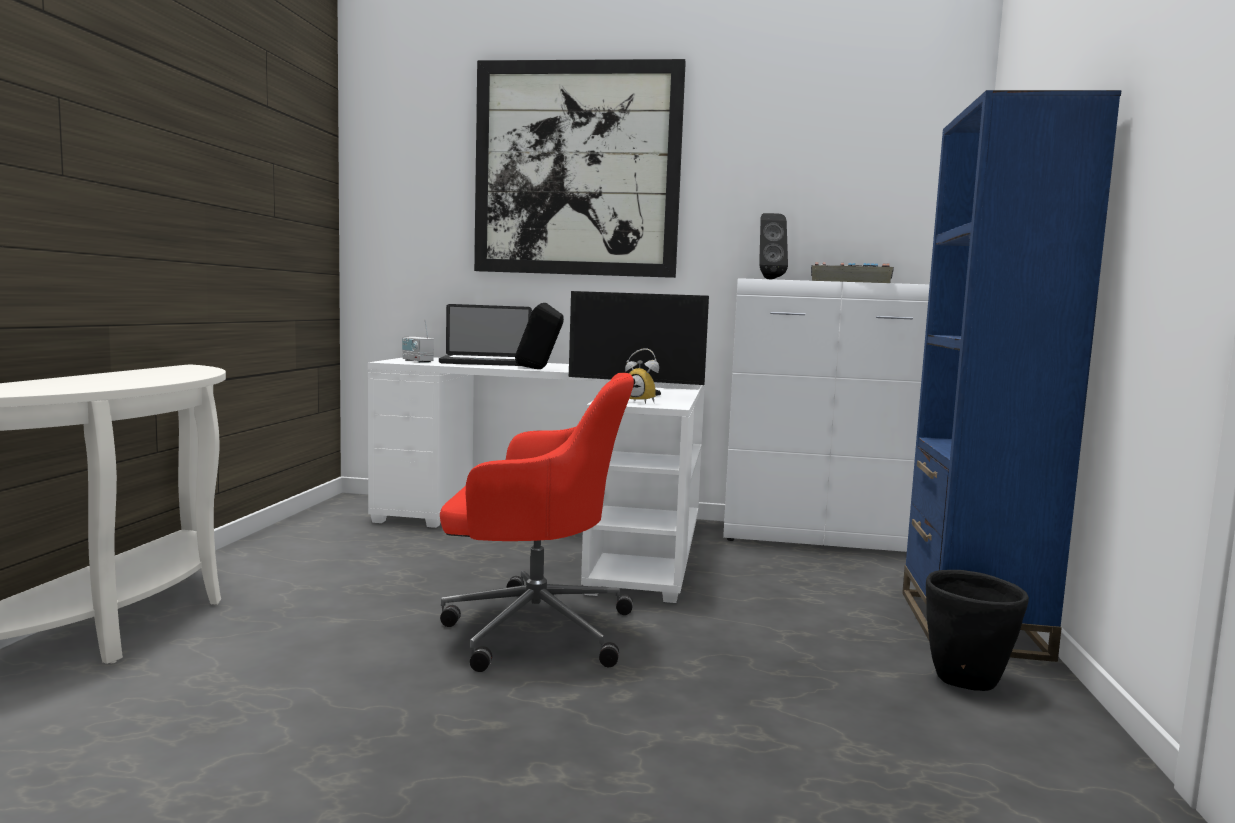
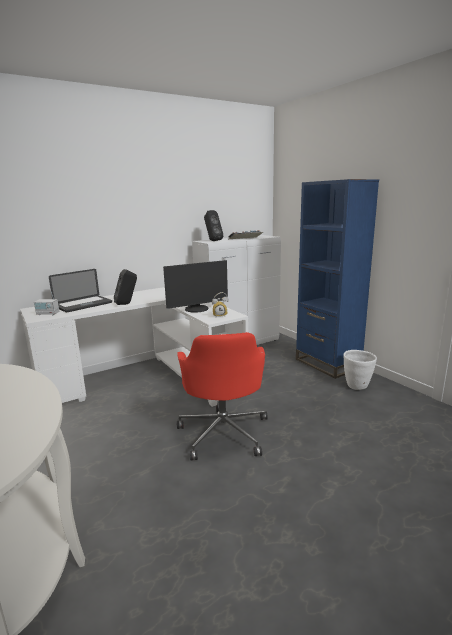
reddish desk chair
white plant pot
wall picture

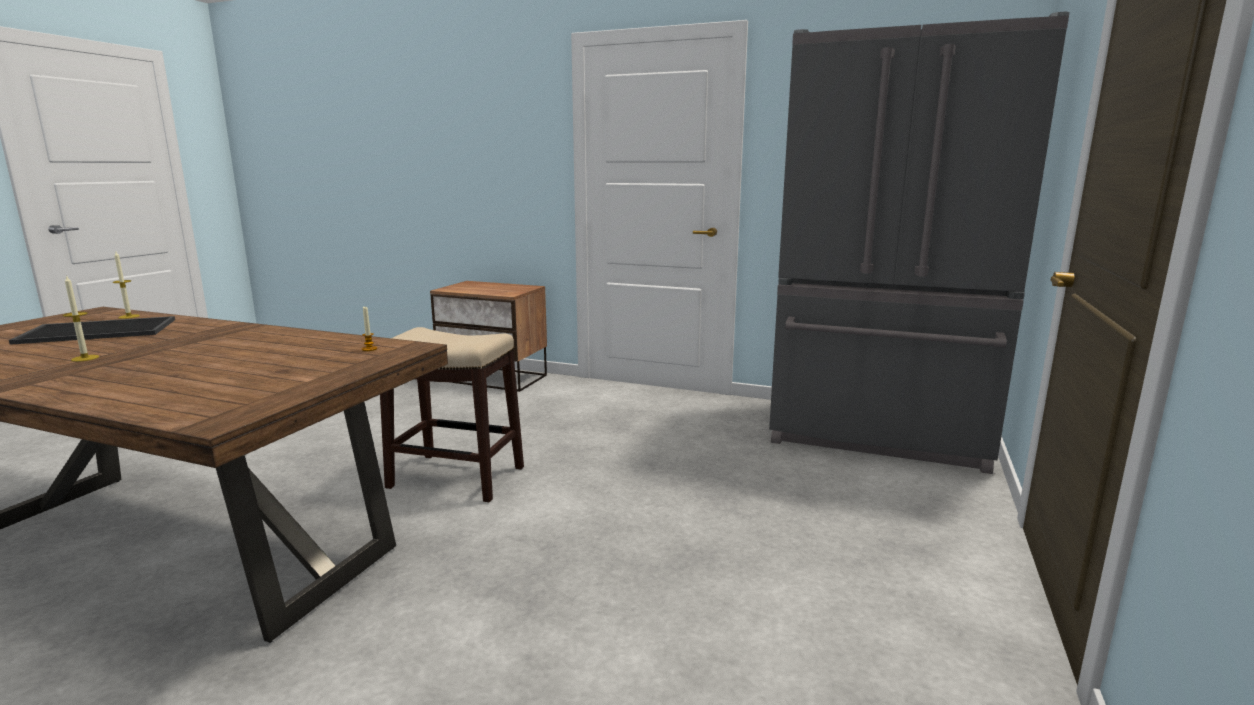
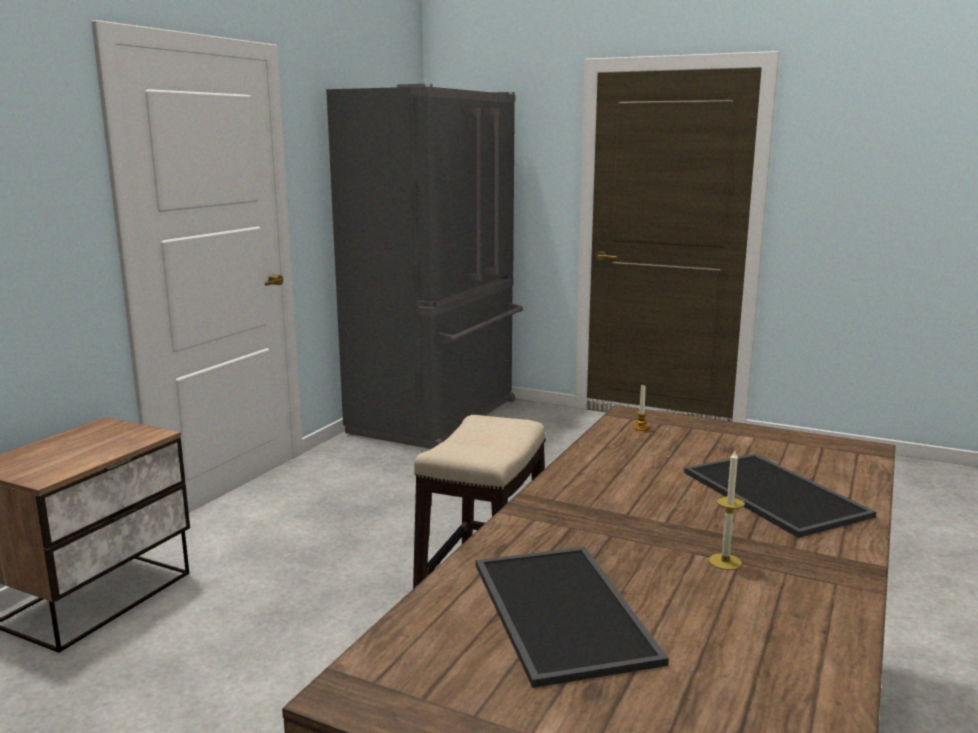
tray (no. 2 from left)
candle (no. 2 from left in the first image)

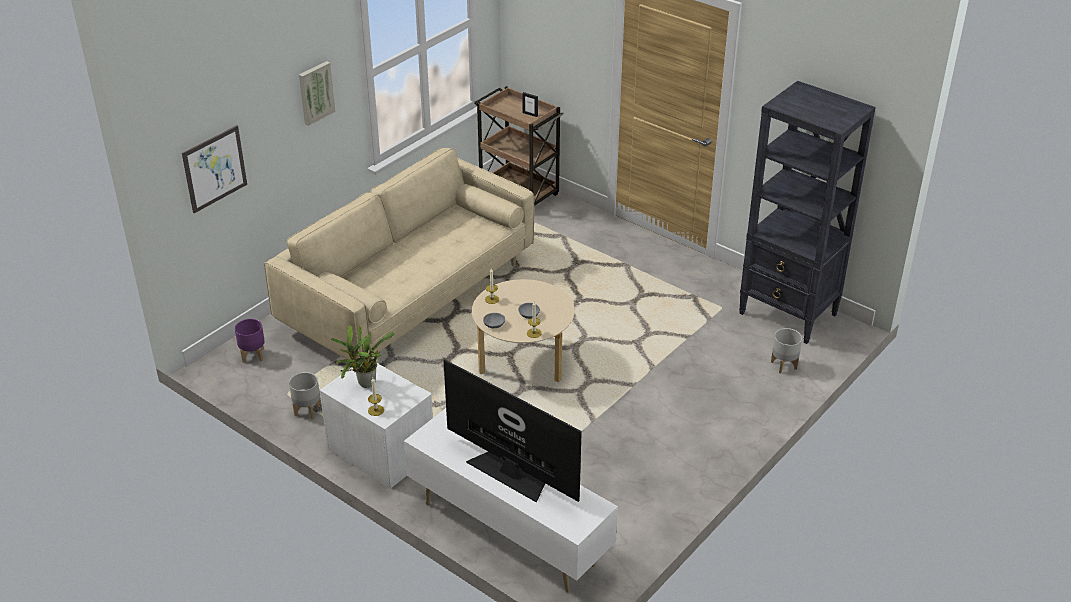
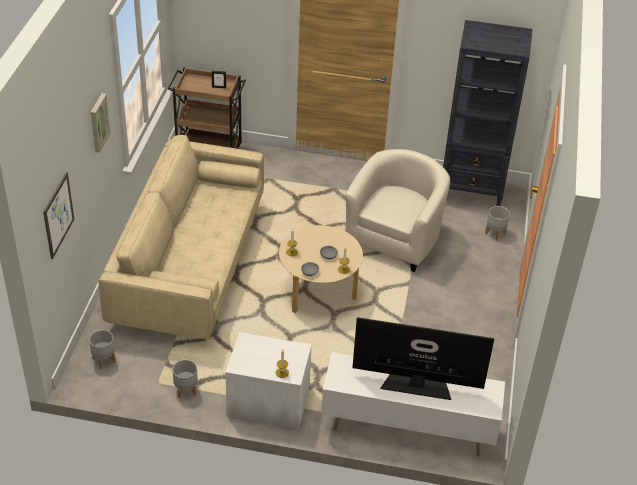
gray plant pot (no. 1 from left)
beige armchair
plant in a pot

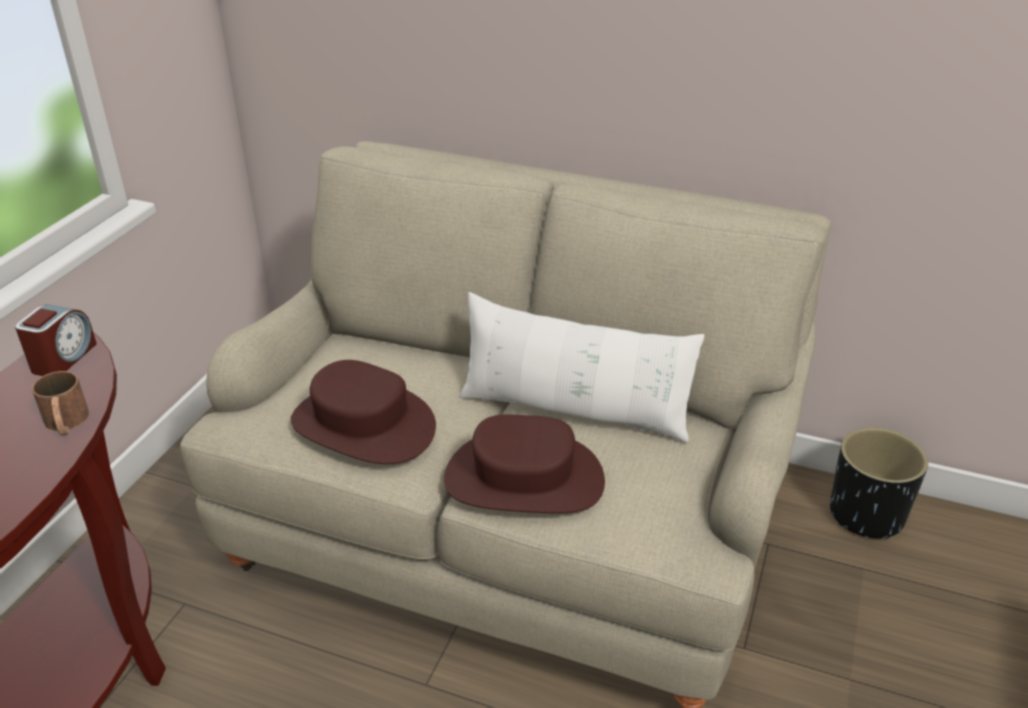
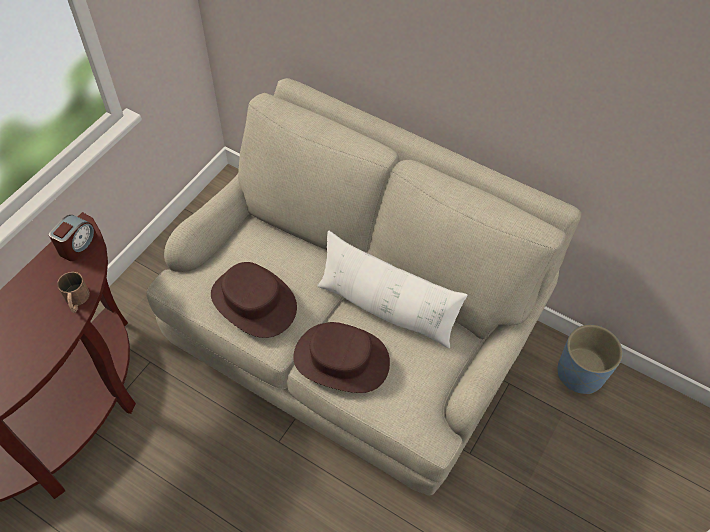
blue plant pot

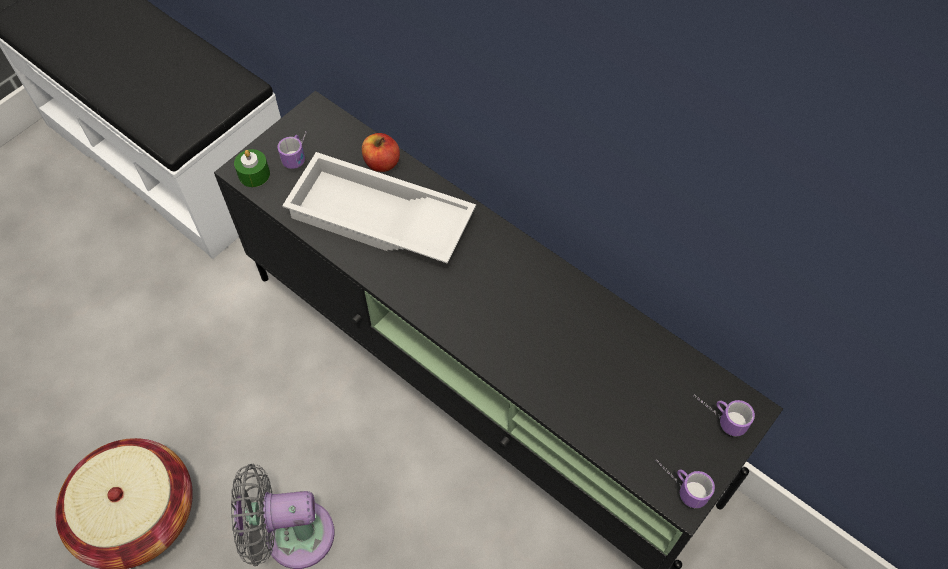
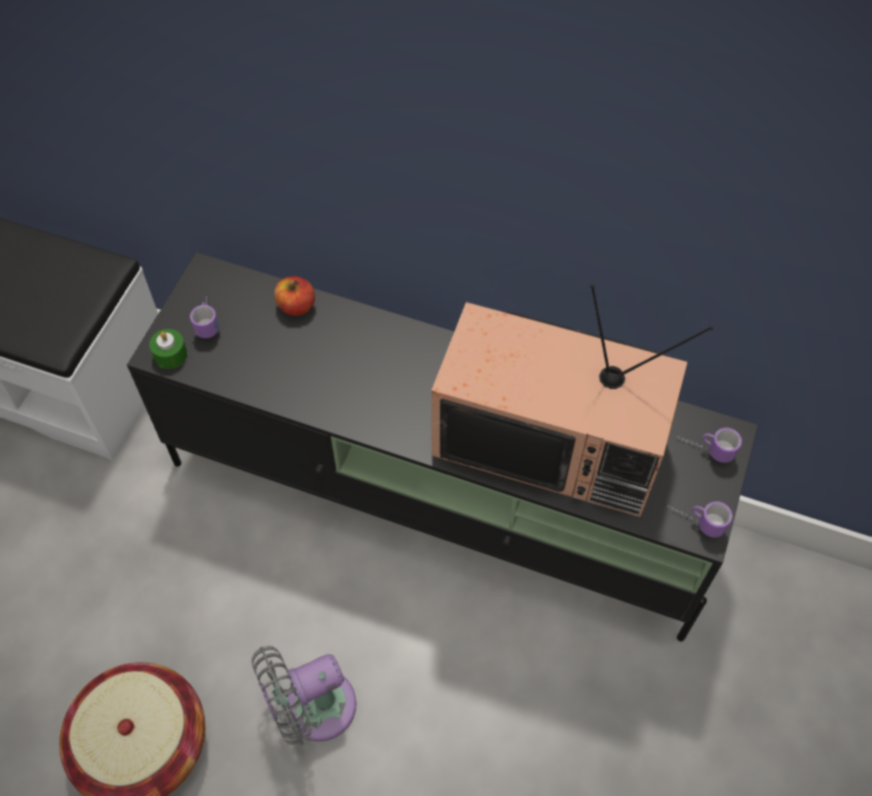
TV set
white tray

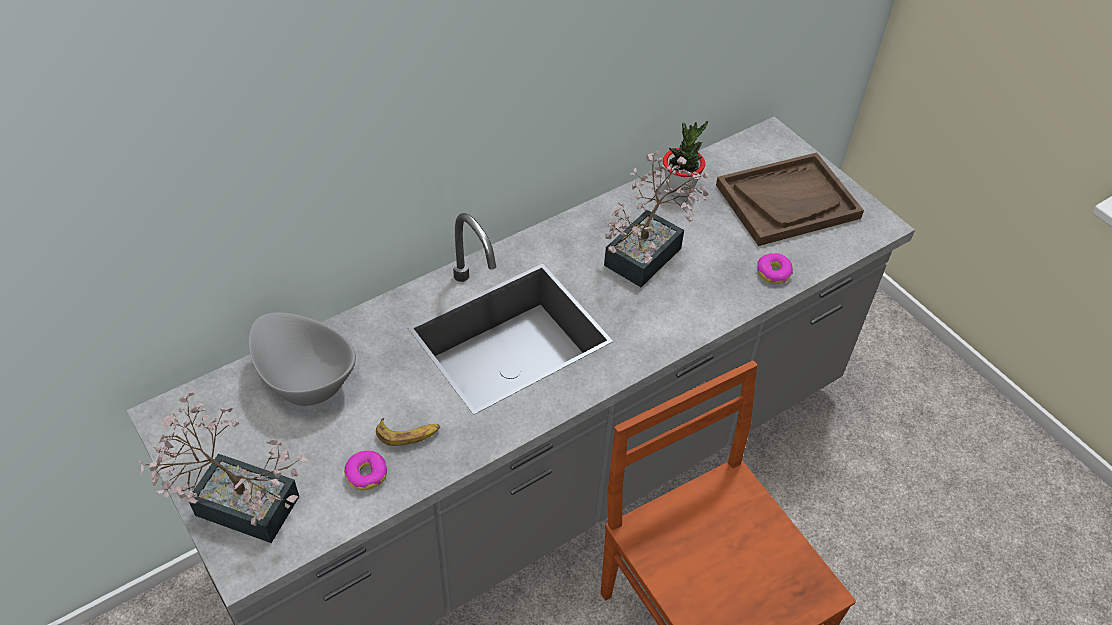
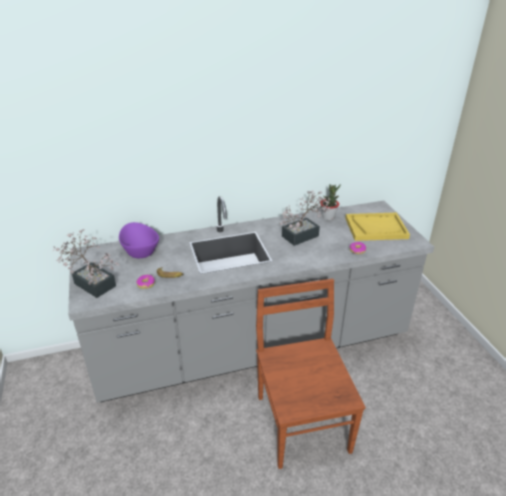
purplish serving bowl
yellow tray

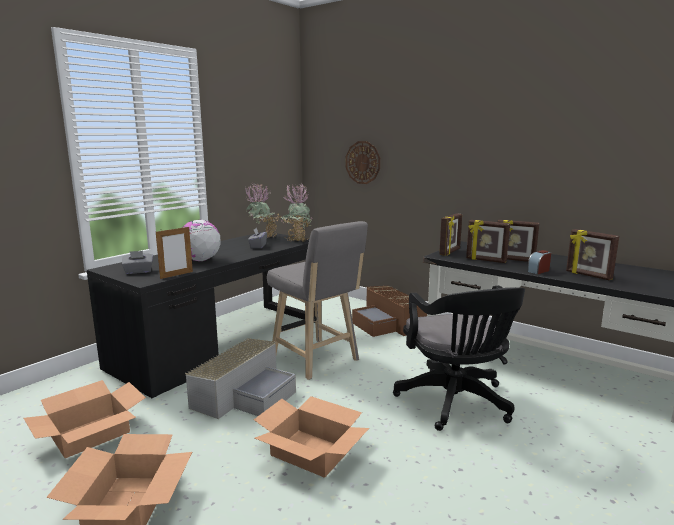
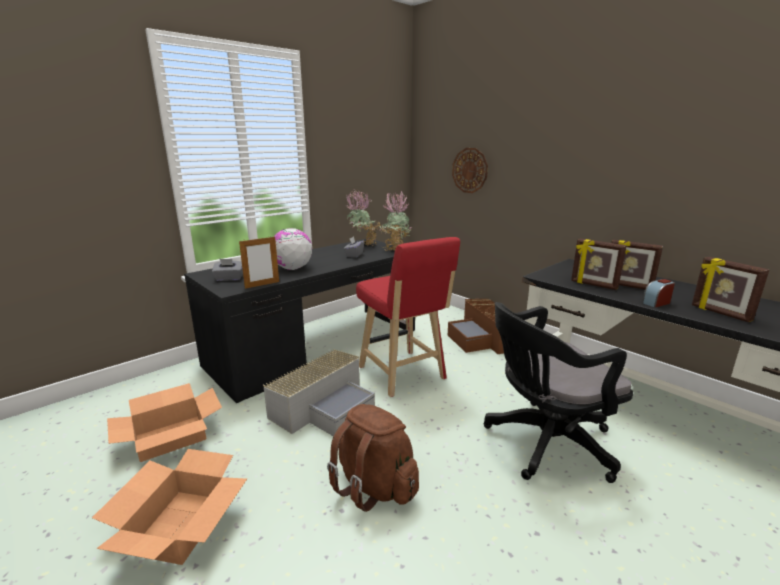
brown-coloured knapsack
reddish stool seat
black-coloured desk chair
photo frame (no. 2 from left in the first image)

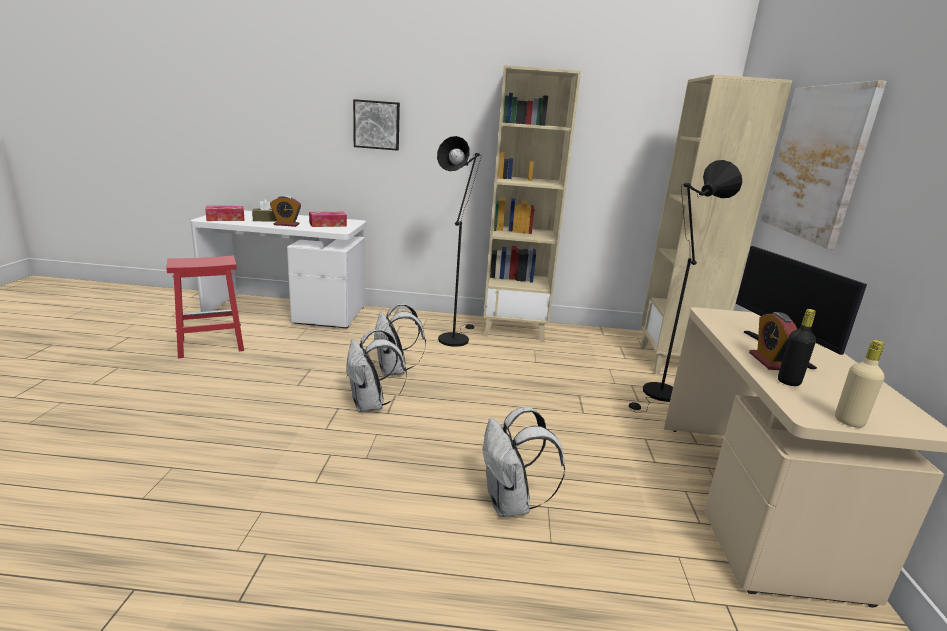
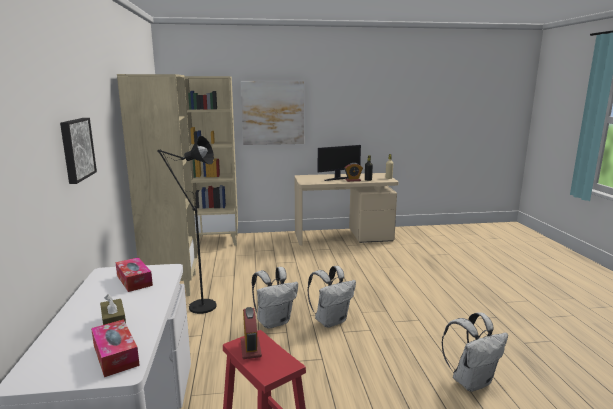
table clock (no. 1 from left)
white knapsack (no. 3 from left)
black-coloured floor lamp (no. 2 from left in the first image)

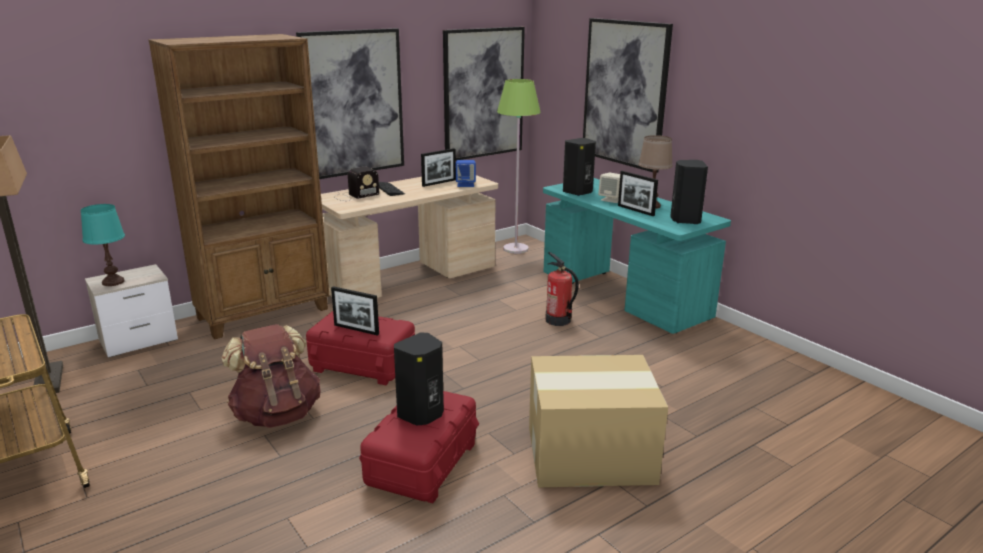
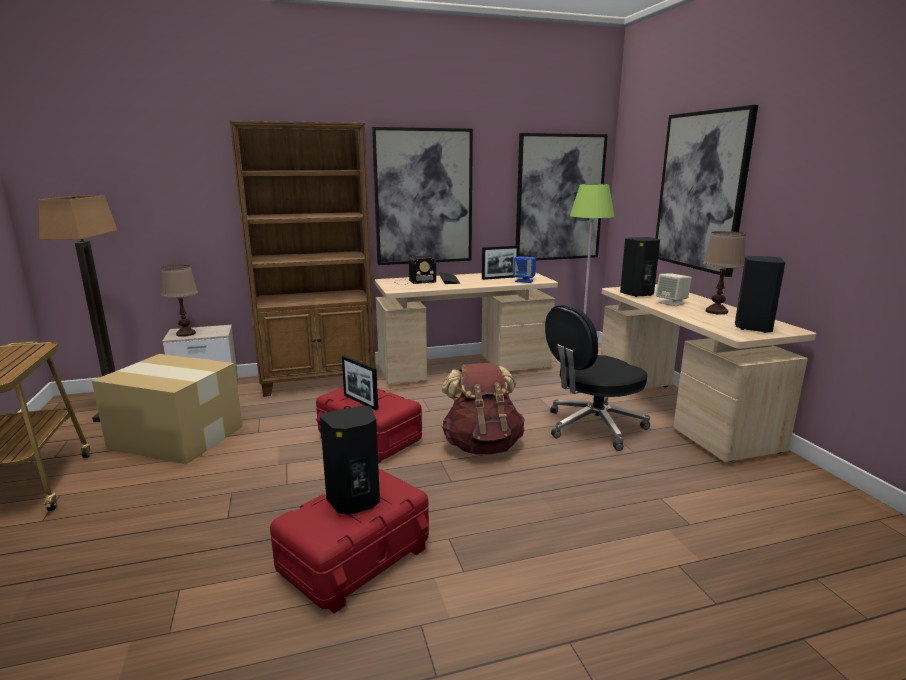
packing box
brown-coloured lamp for a table (no. 1 from left)
brown-coloured knapsack
black-coloured desk chair
beige desk (no. 2 from left)
photo frame (no. 3 from left in the first image)

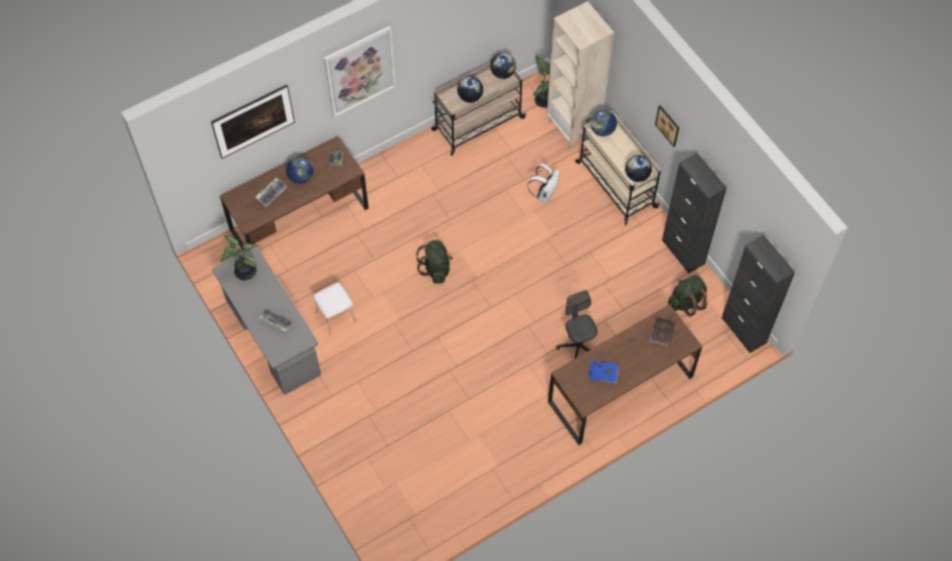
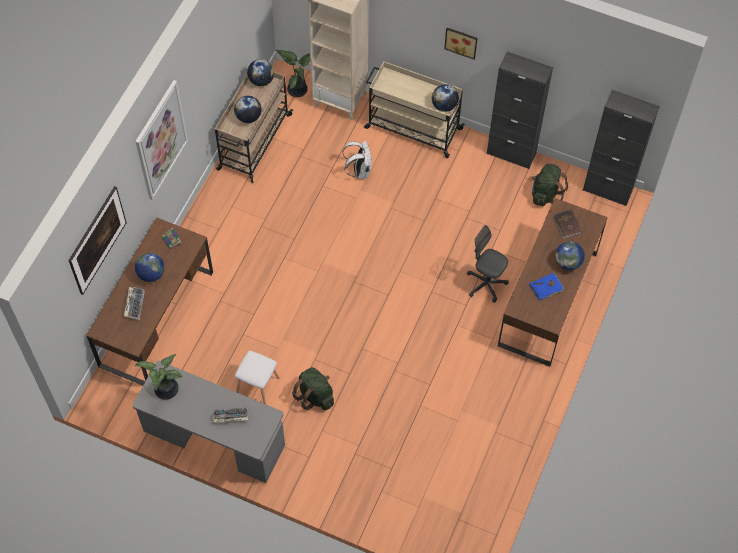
green-coloured knapsack (no. 1 from left)
globe (no. 5 from left)

